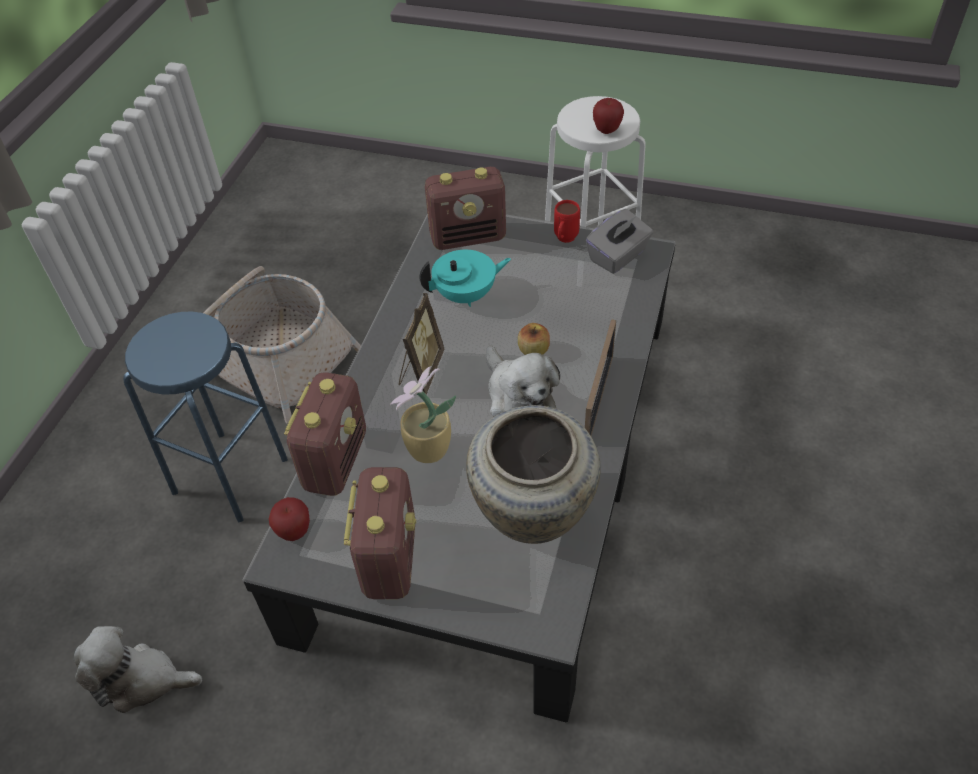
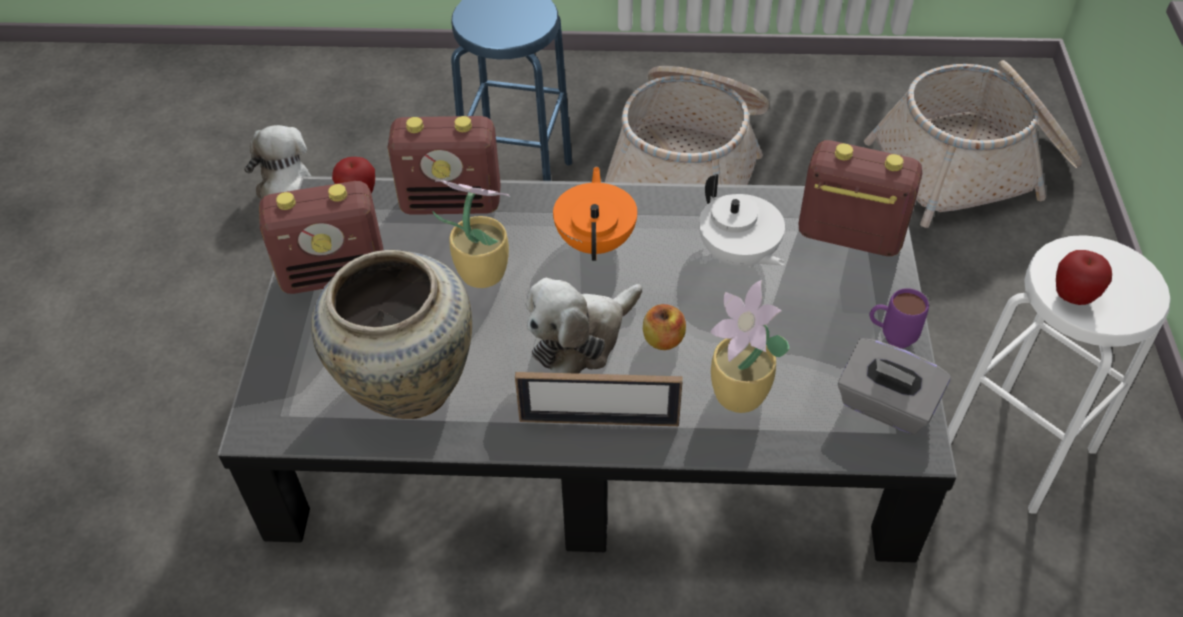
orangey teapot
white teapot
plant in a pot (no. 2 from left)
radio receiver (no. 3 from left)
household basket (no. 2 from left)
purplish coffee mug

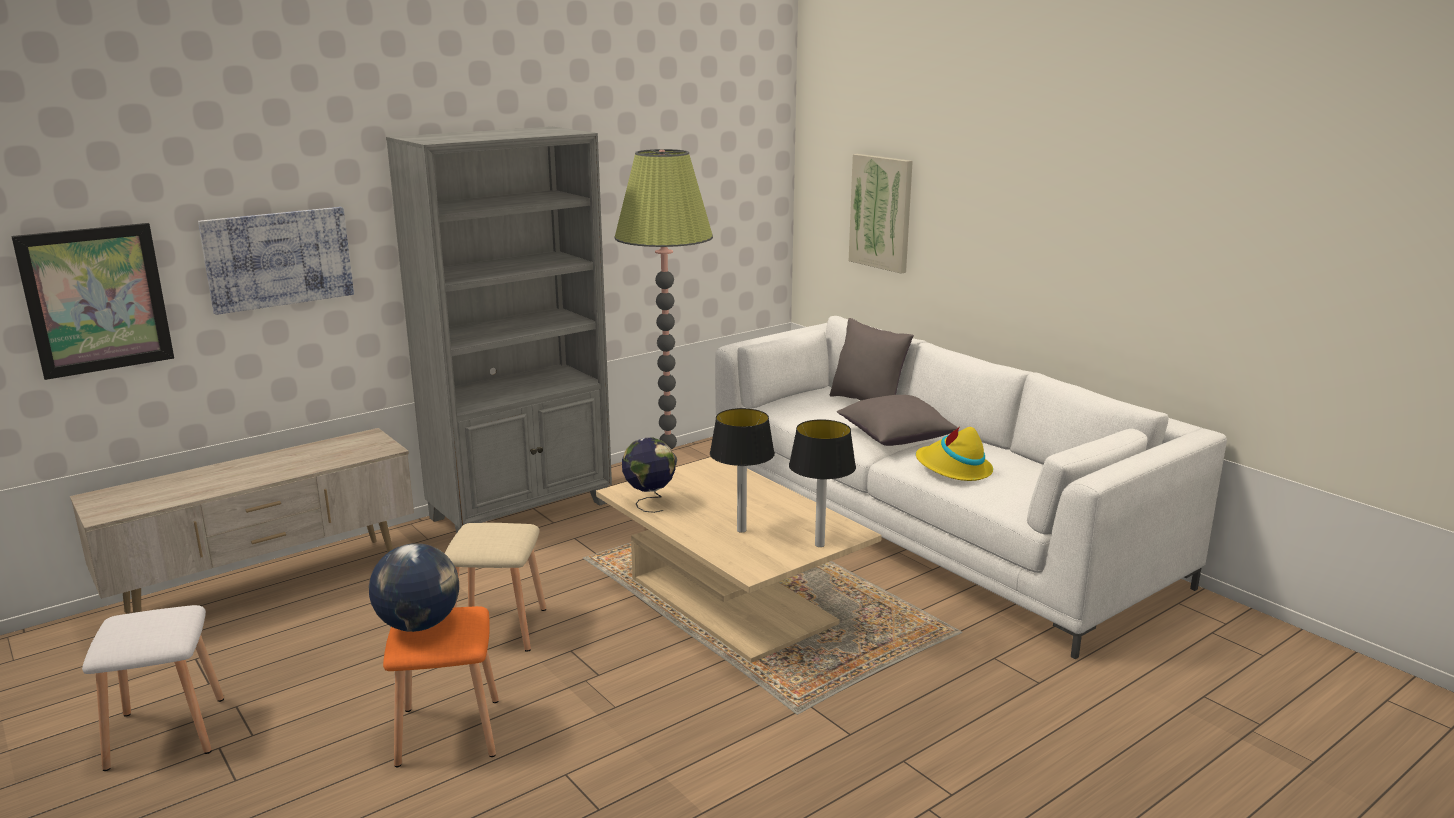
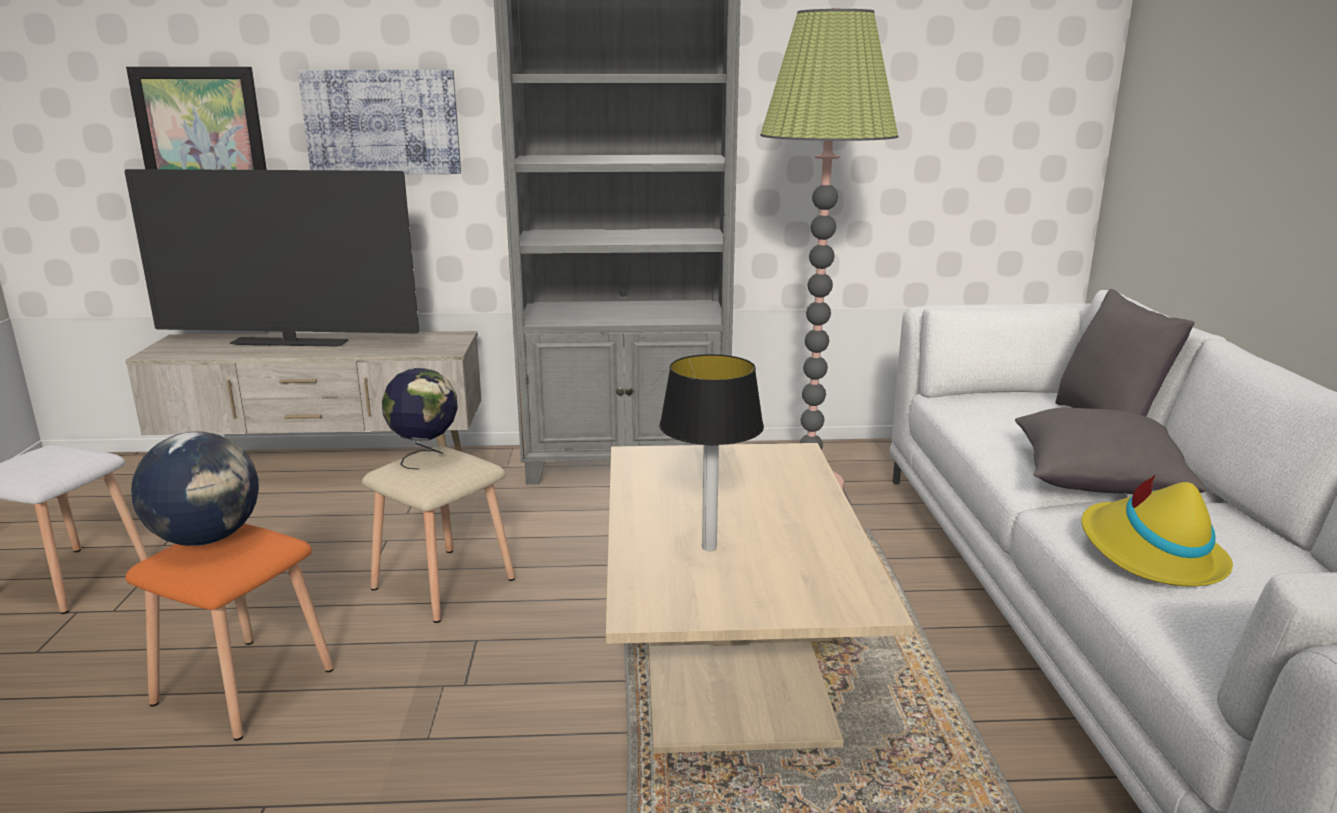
TV set
globe (no. 2 from left)
lamp for a table (no. 2 from left in the first image)
wall picture (no. 3 from left in the first image)

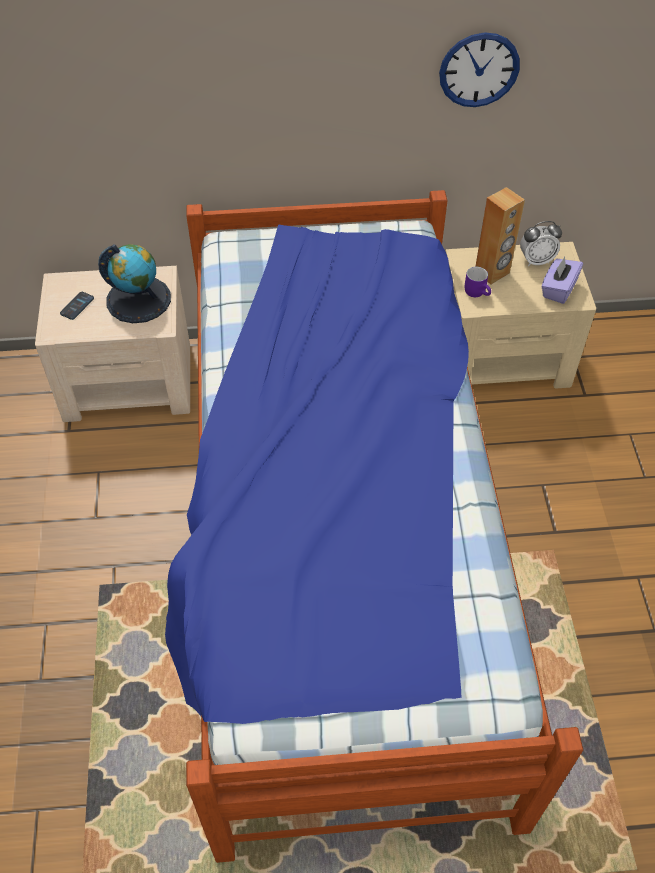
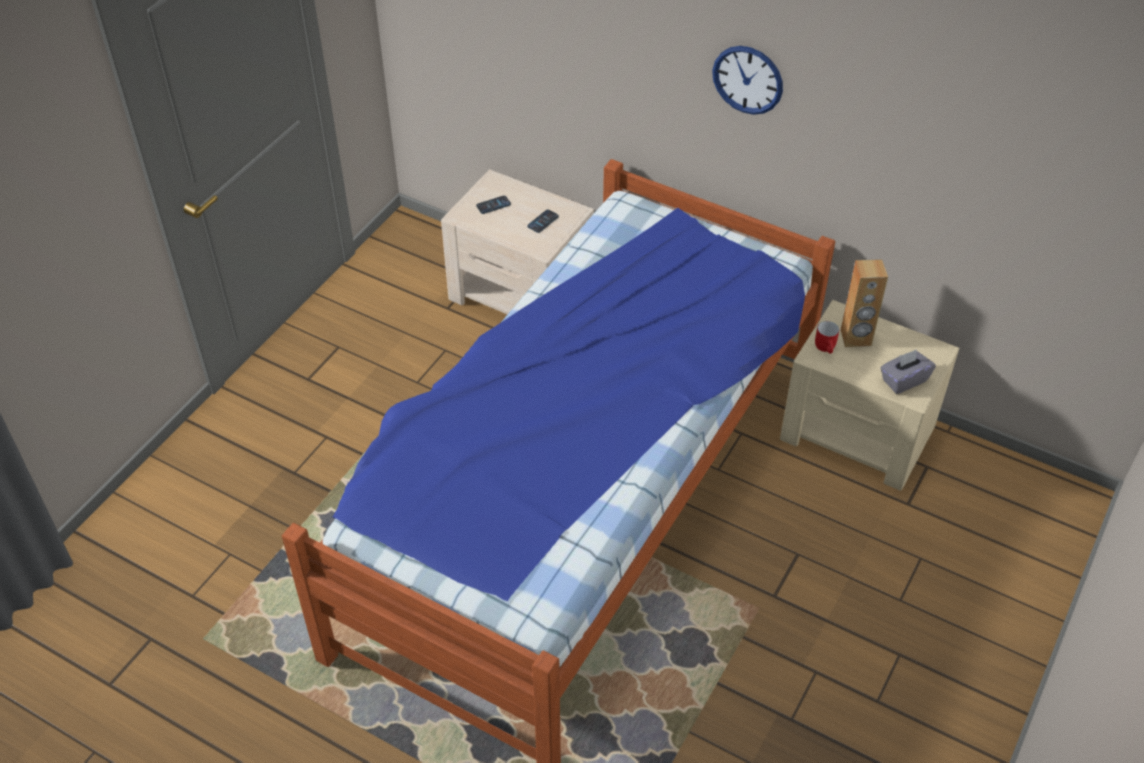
telephone (no. 2 from left)
hanging clock
reddish coffee mug
gray tissue holder
table clock

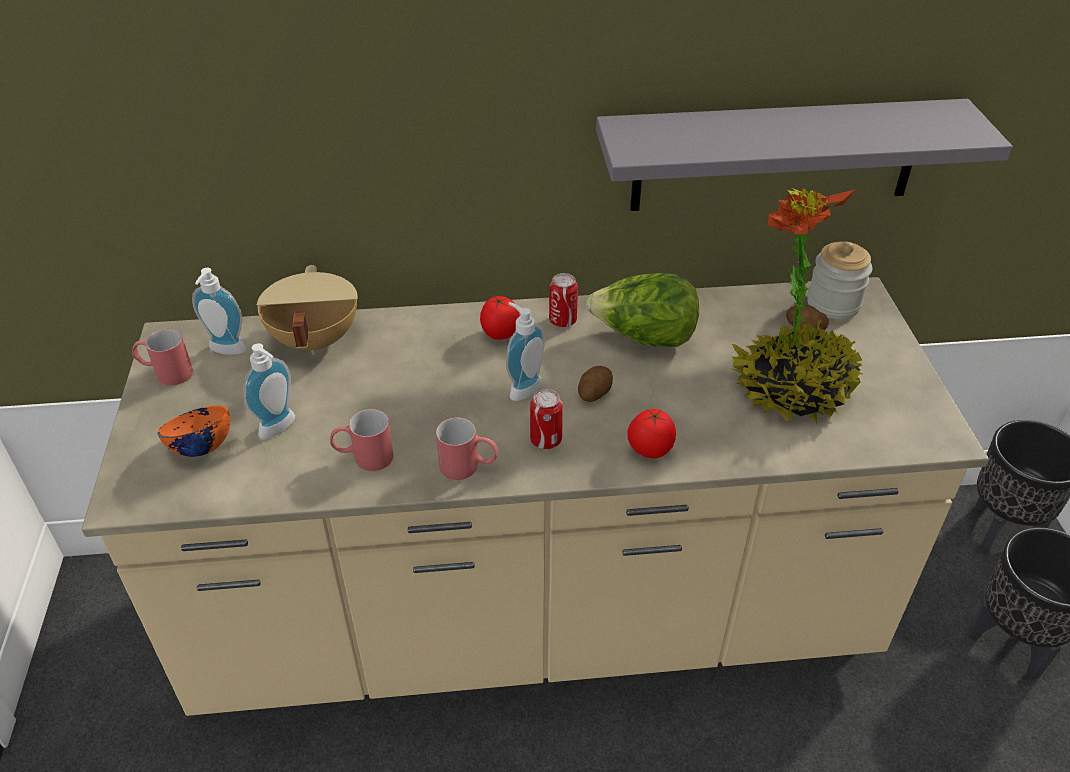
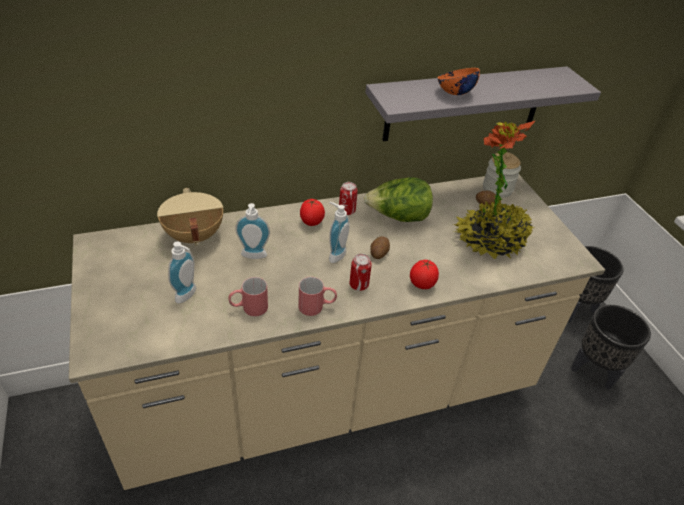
soap bottle (no. 2 from left)
orangey serving bowl
reddish coffee mug (no. 1 from left in the first image)

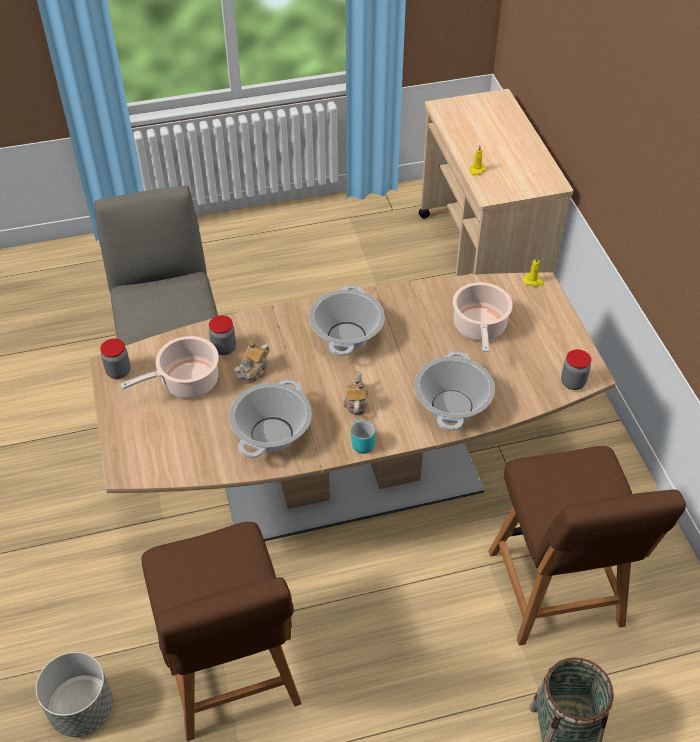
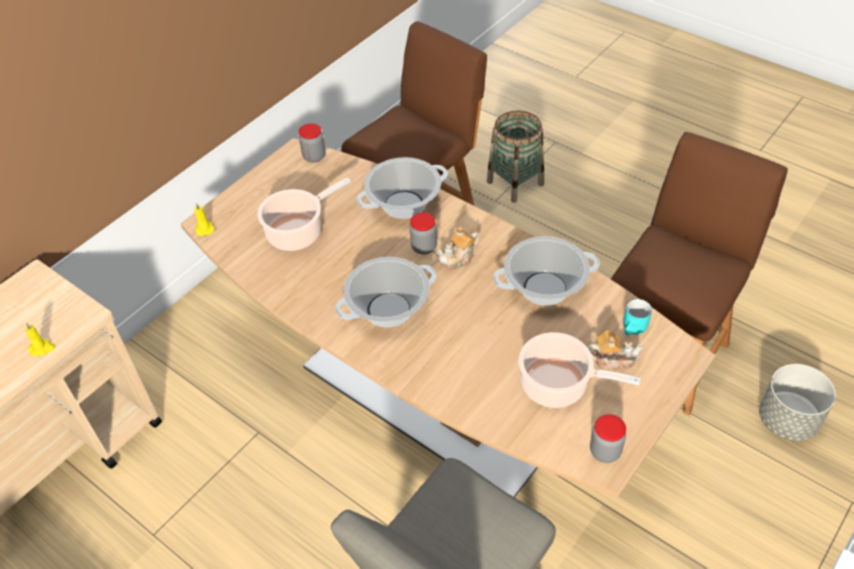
jar (no. 2 from left)
teapot (no. 2 from left)
turquoise coffee mug

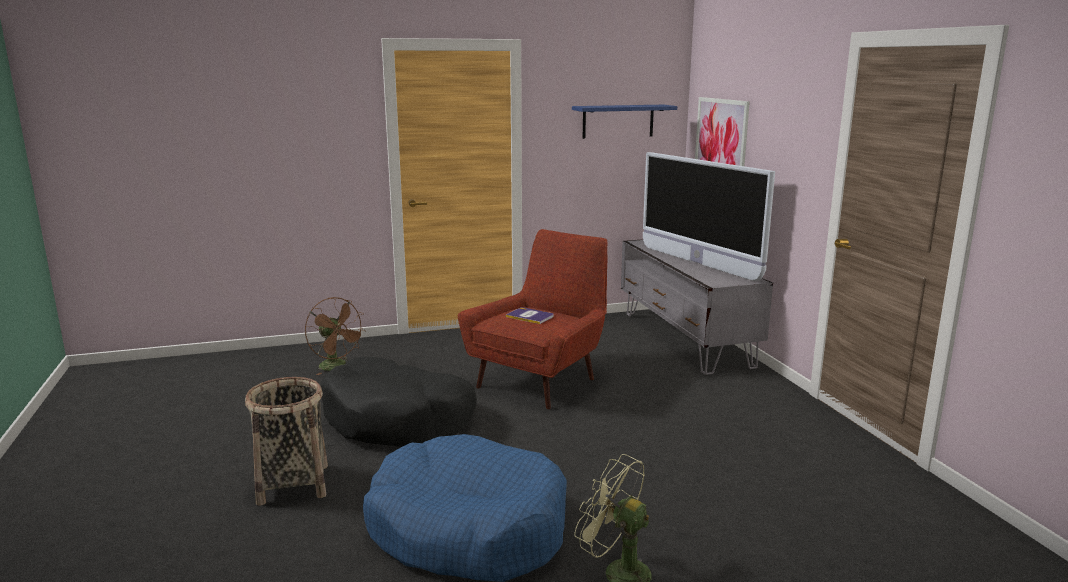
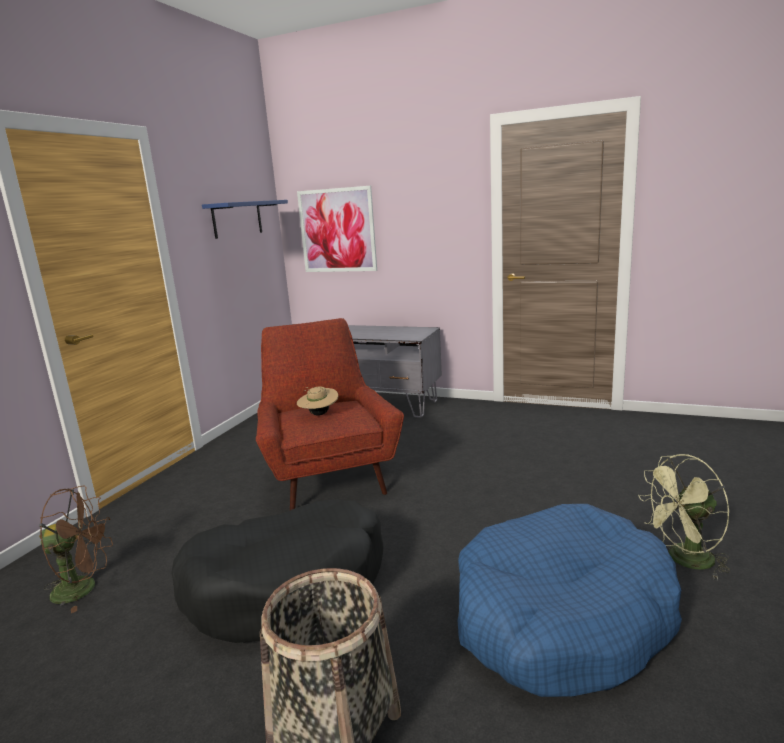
beige hat
TV set

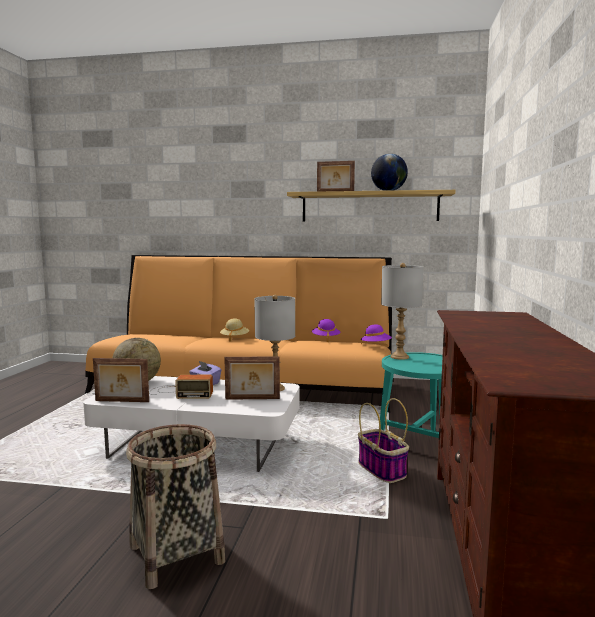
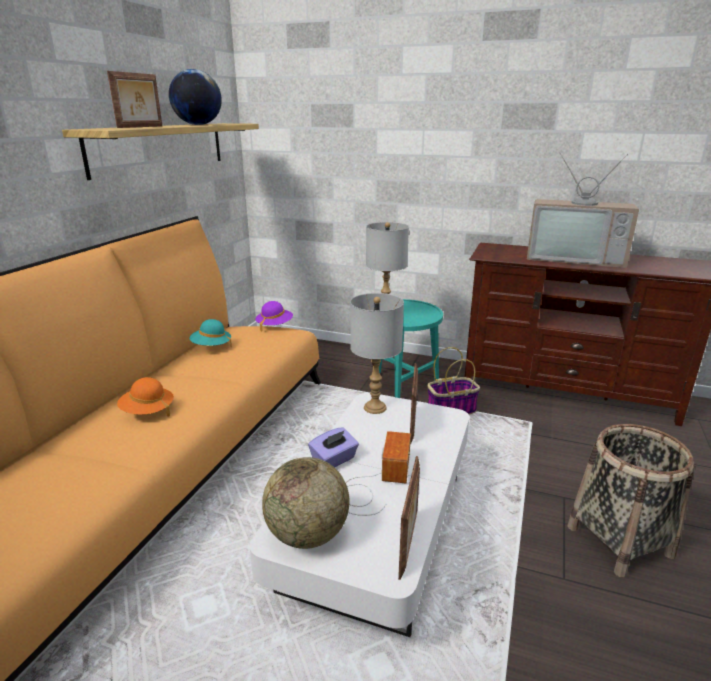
orangey hat
turquoise hat
TV set

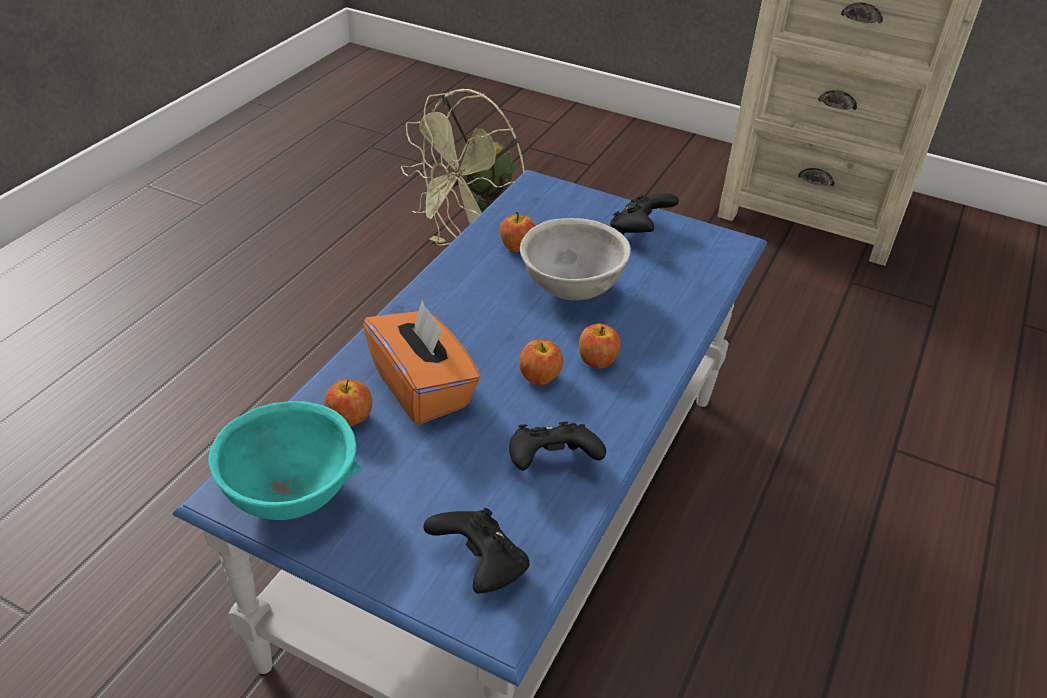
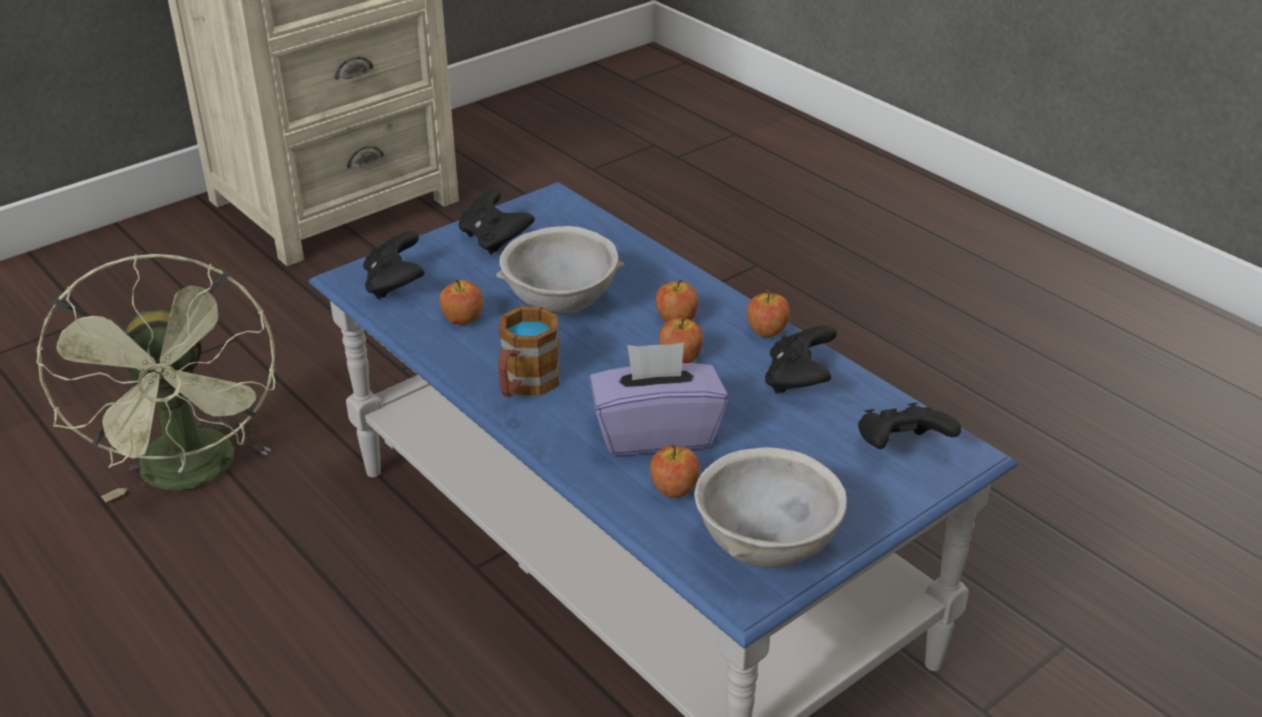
black-coloured gamepad (no. 1 from left)
coffee mug
purplish tissue holder
gray serving bowl (no. 2 from left)
whole apple (no. 5 from left)

